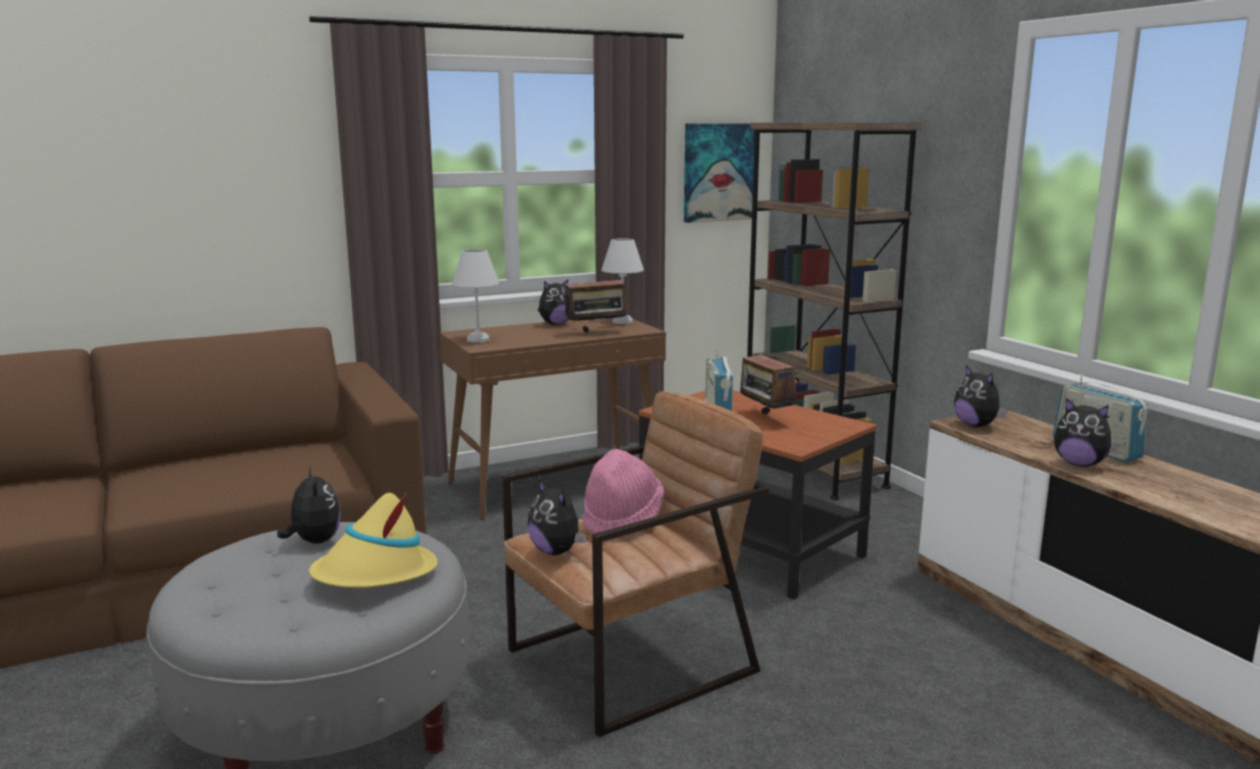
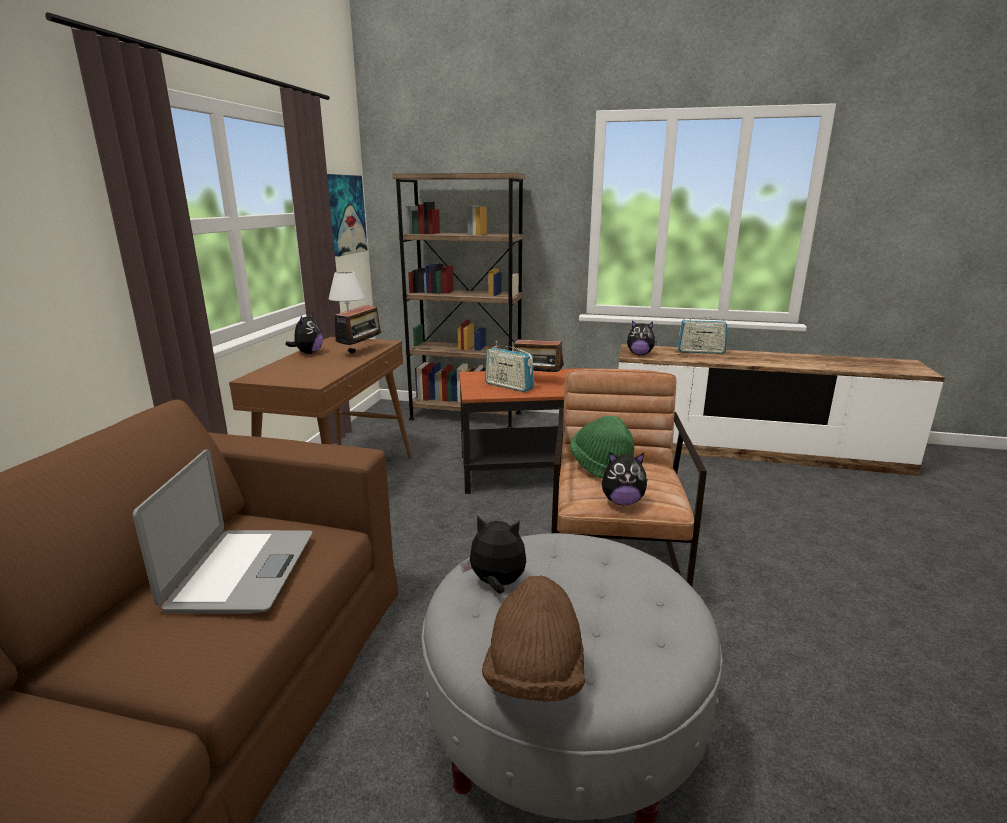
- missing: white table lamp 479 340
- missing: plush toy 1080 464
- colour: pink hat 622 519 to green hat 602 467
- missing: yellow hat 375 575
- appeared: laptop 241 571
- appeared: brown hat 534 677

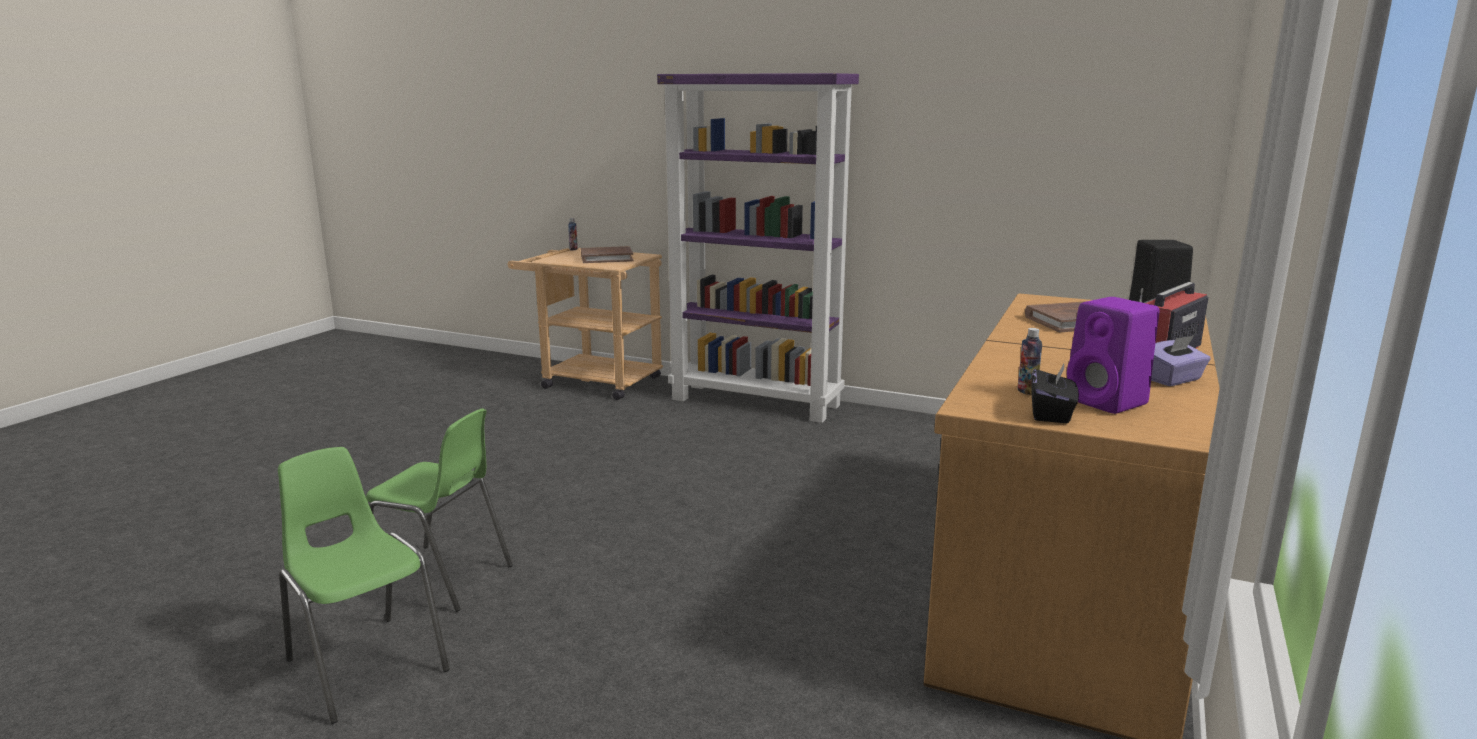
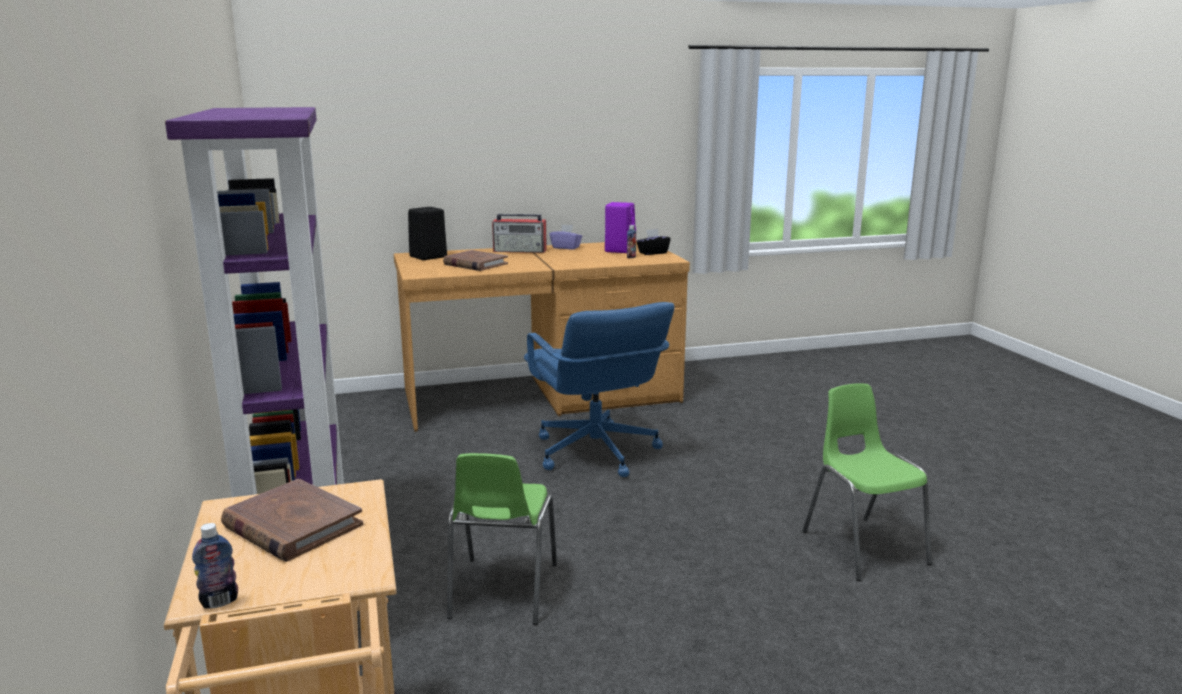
- relocated: green chair 365 665 to 502 591
- appeared: blue office chair 595 453

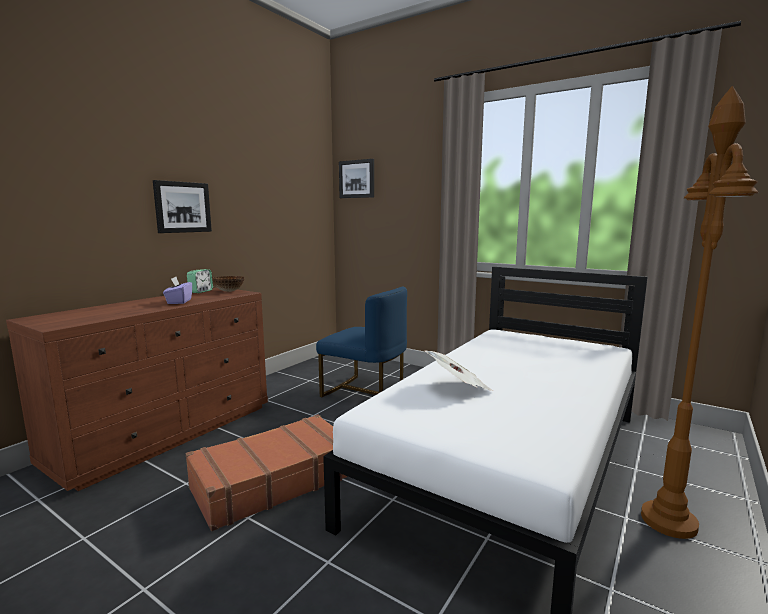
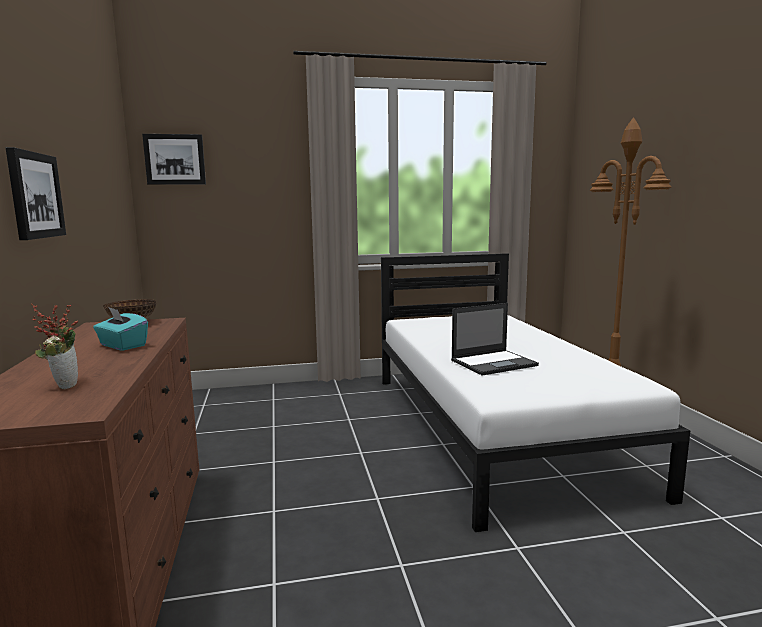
- missing: alarm clock 201 291
- colour: purple tissue box 179 301 to turquoise tissue box 122 346
- missing: blue chair 365 392
- exchanged: newspaper 458 387 to laptop 494 363
- missing: brown suitcase 273 481
- appeared: potted plant 63 385

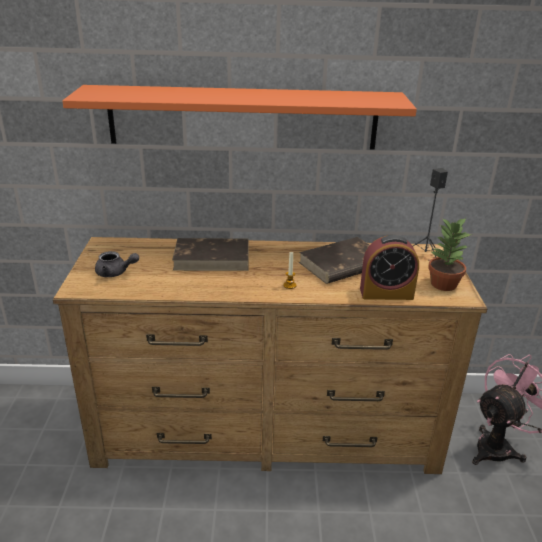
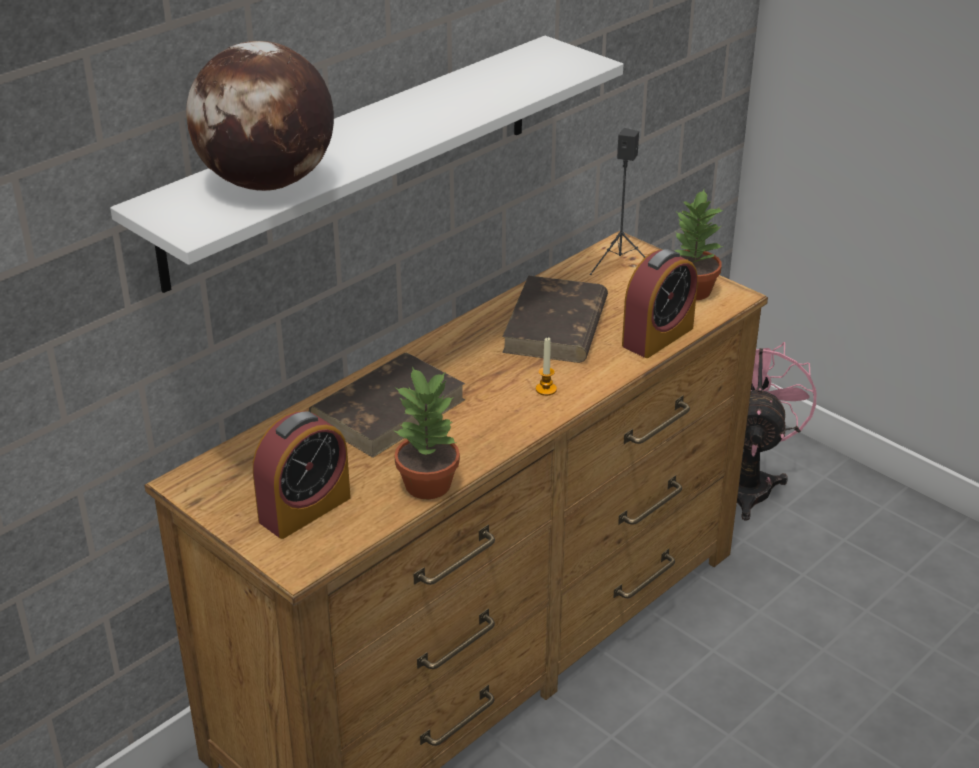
- colour: orange shelf 243 117 to white shelf 354 158
- exchanged: grey teapot 115 273 to alarm clock 304 509
- appeared: globe 267 183
- appeared: potted plant 428 484

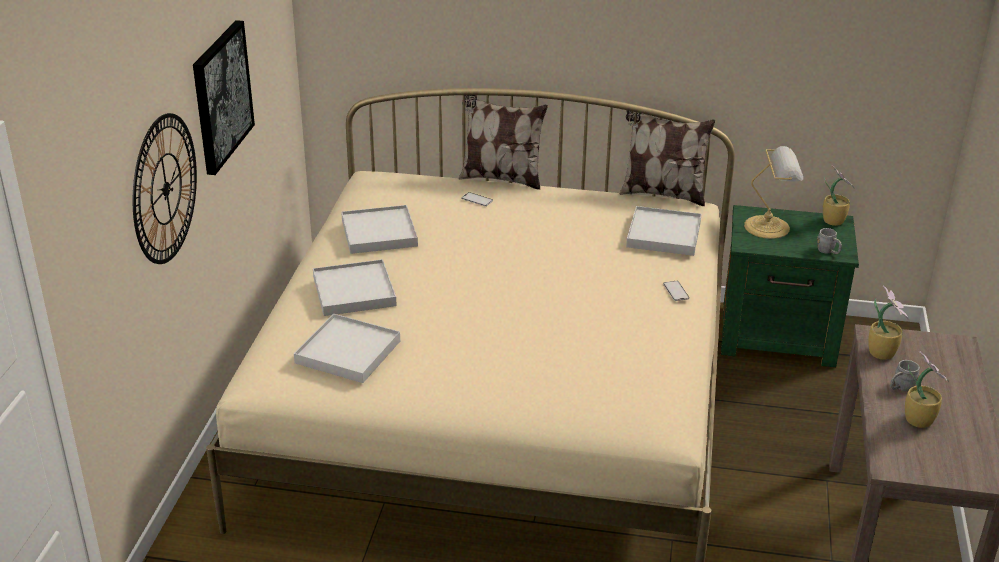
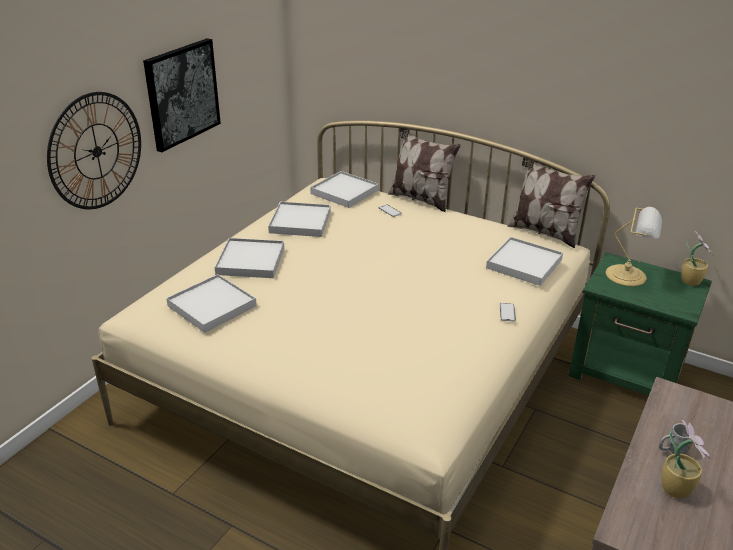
- missing: grey mug 828 251
- missing: potted plant 881 352
- appeared: white tray 345 192

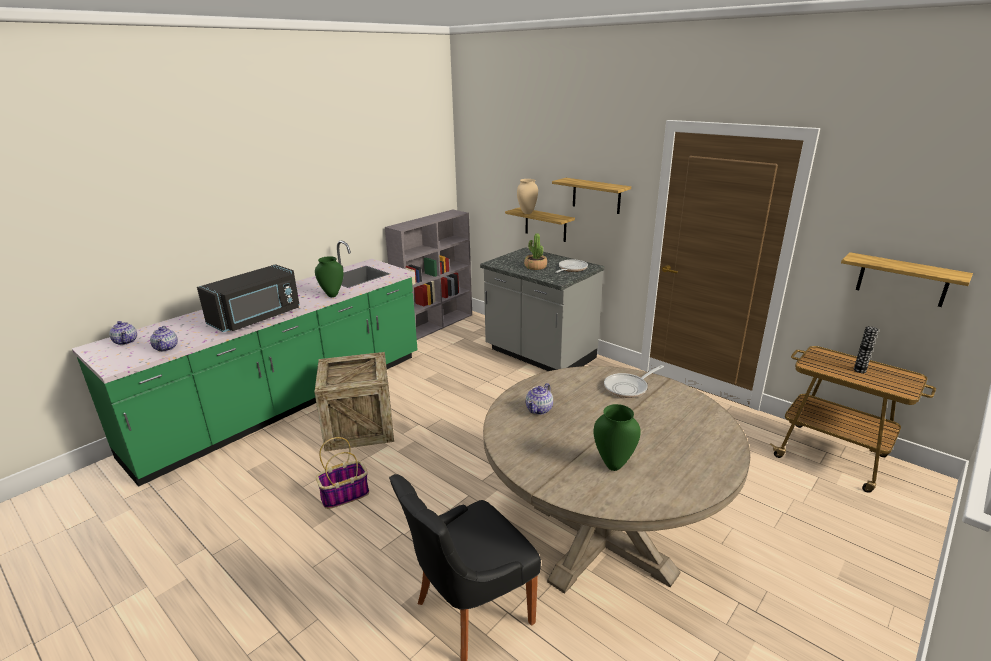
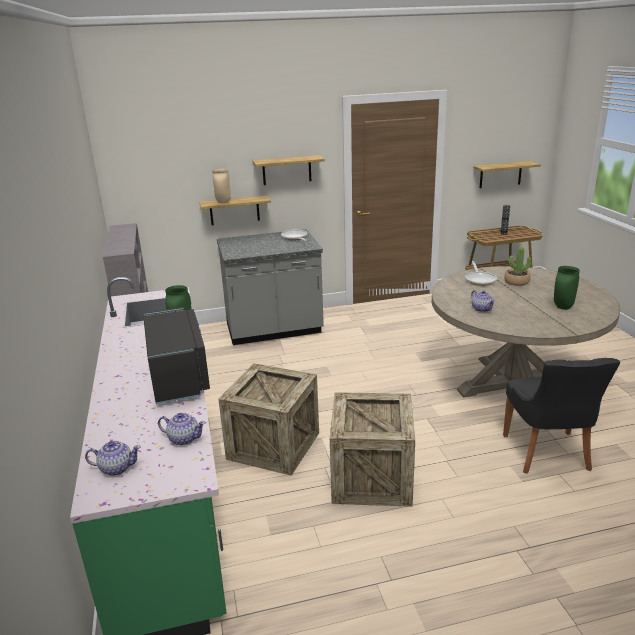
- relocated: potted plant 535 267 to 516 282
- exchanged: basket 345 495 to crate 372 478

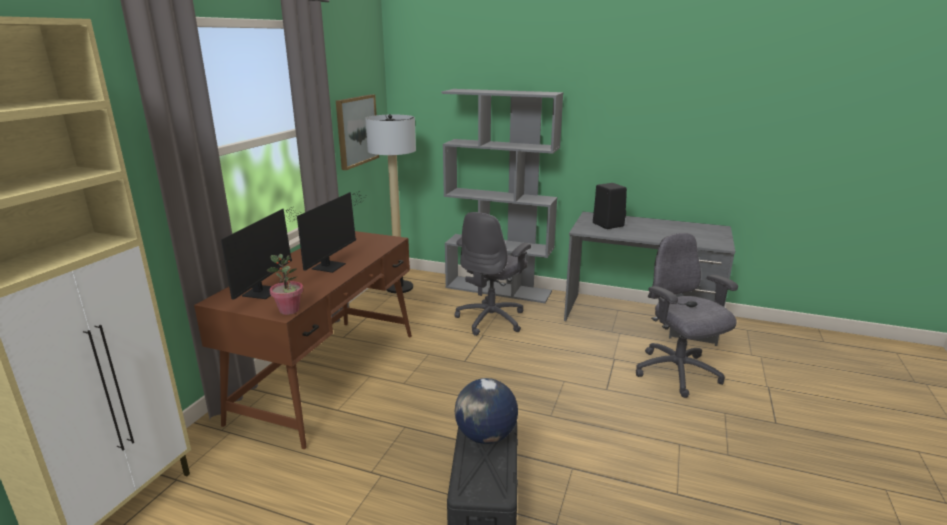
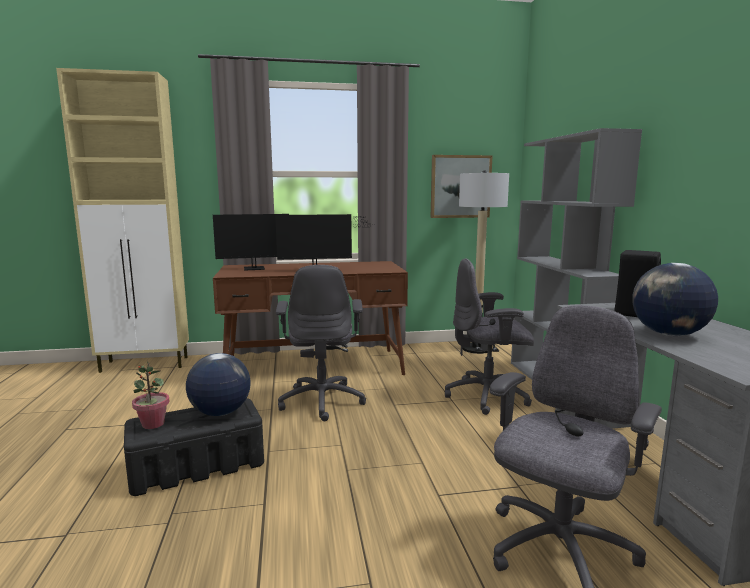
- relocated: potted plant 289 310 to 153 424
- appeared: globe 668 334
- appeared: grey office chair 322 401

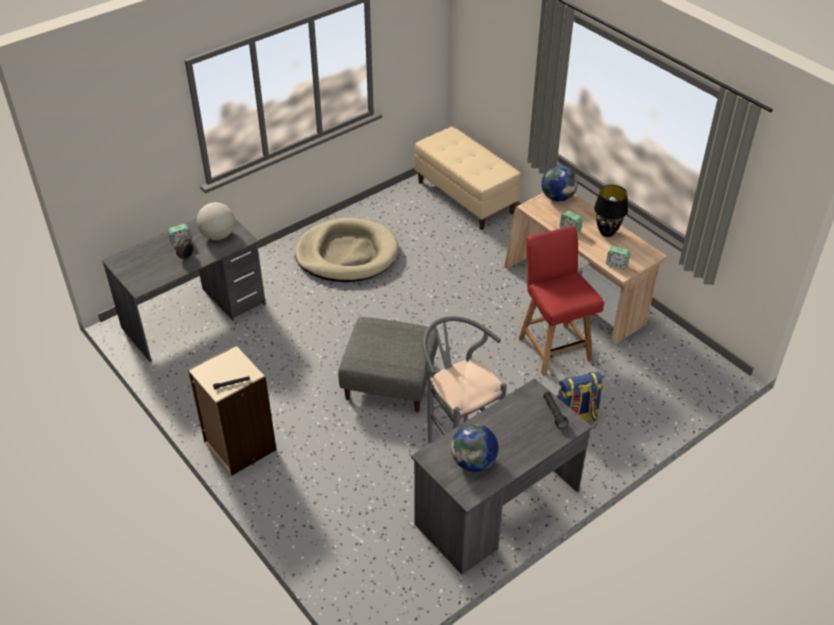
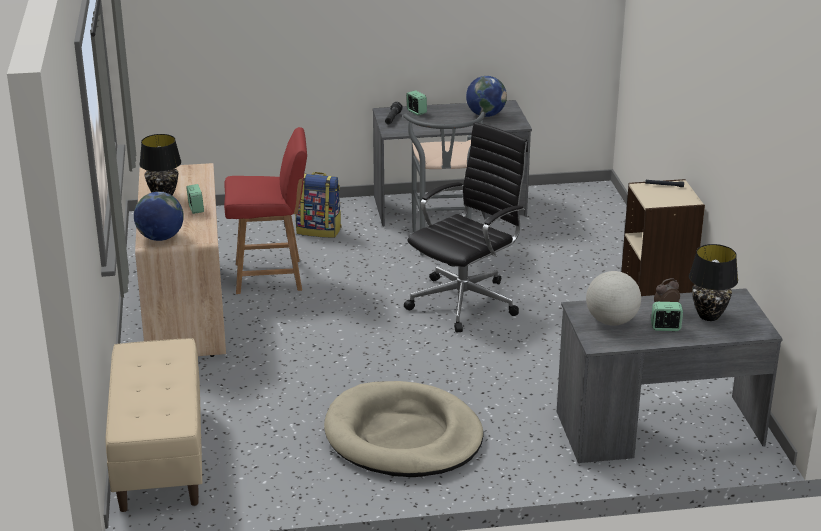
- spun: red chair 554 347 = 271 276 105 degrees counterclockwise
- relocated: alarm clock 616 264 to 416 112
- exchanged: grey ottoman 389 381 to black office chair 466 301
- appeared: black table lamp 708 316

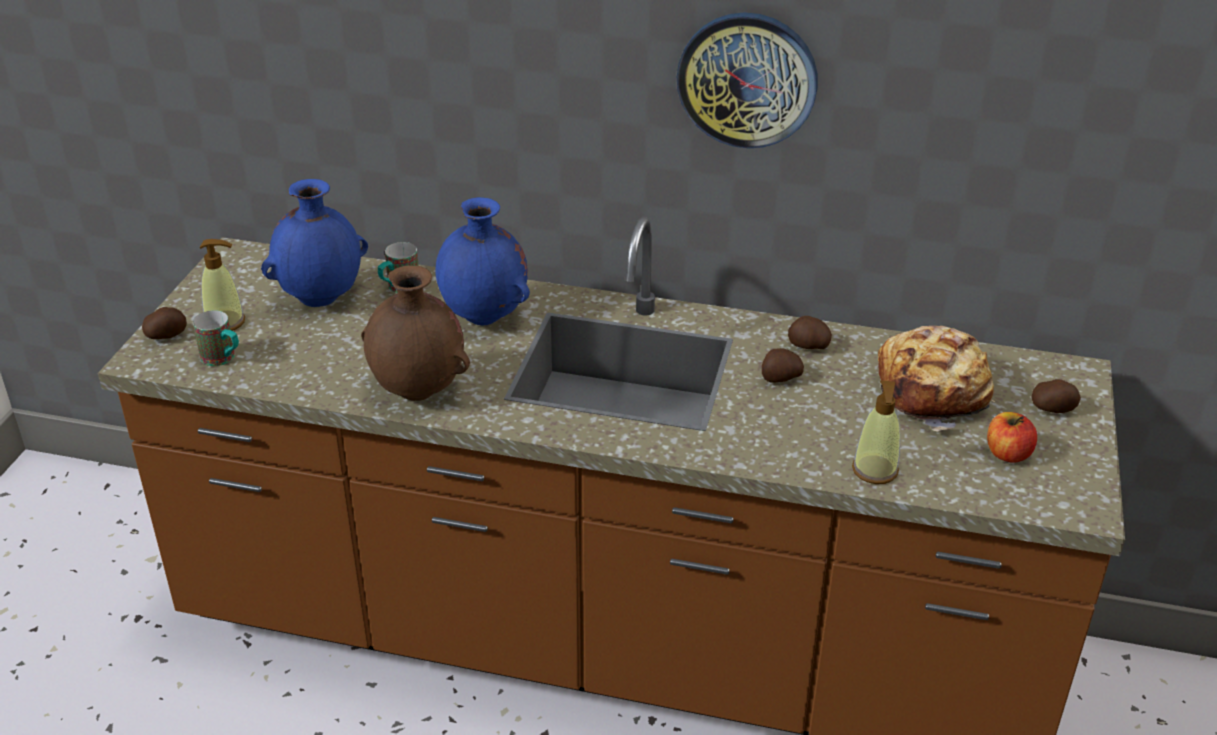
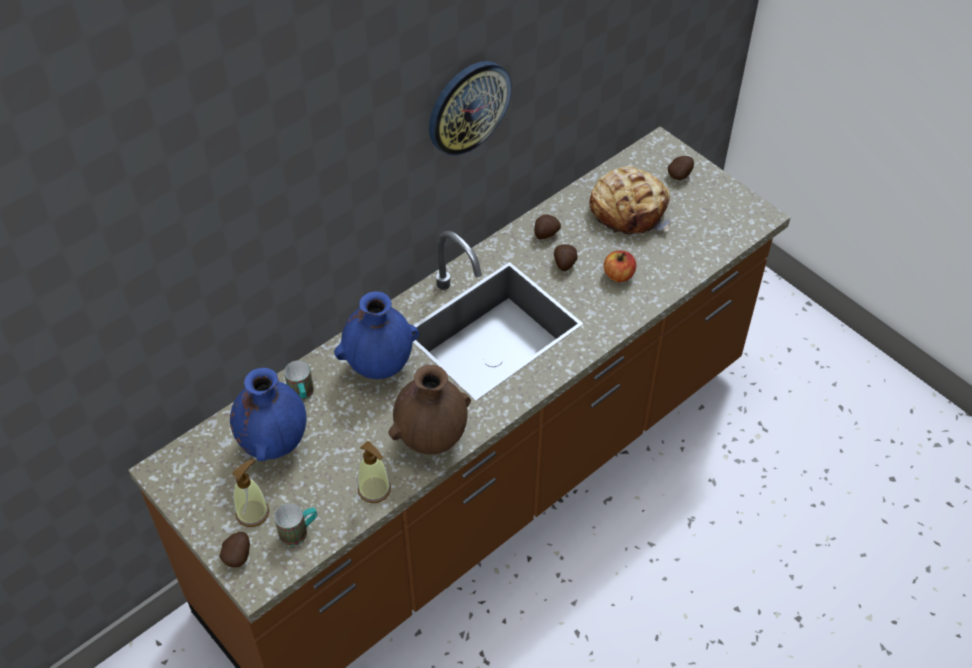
- relocated: soap dispenser 875 470 to 374 489
- relocated: apple 1007 453 to 618 275

